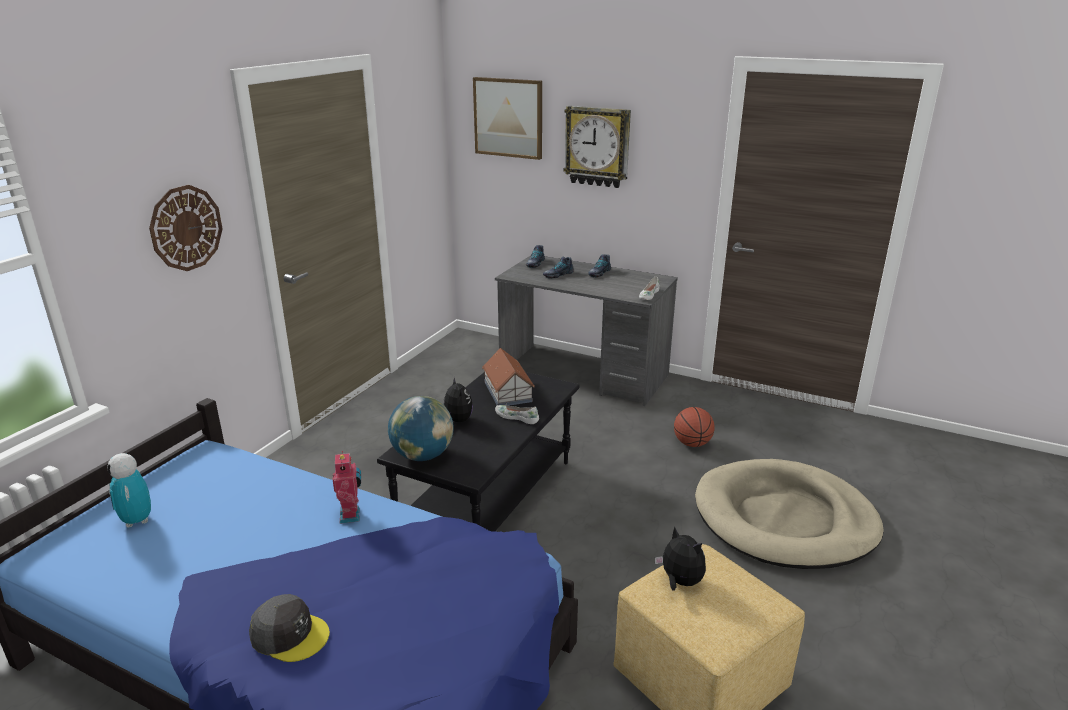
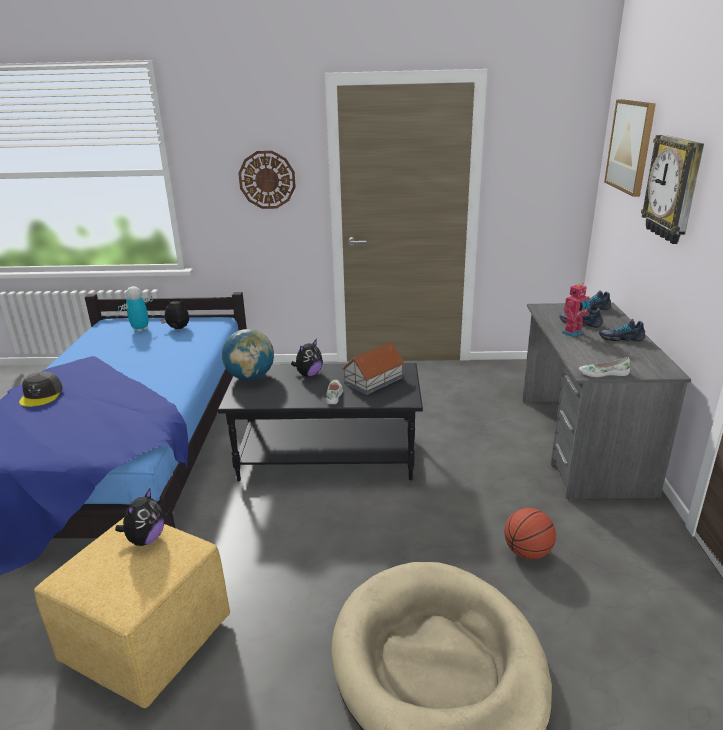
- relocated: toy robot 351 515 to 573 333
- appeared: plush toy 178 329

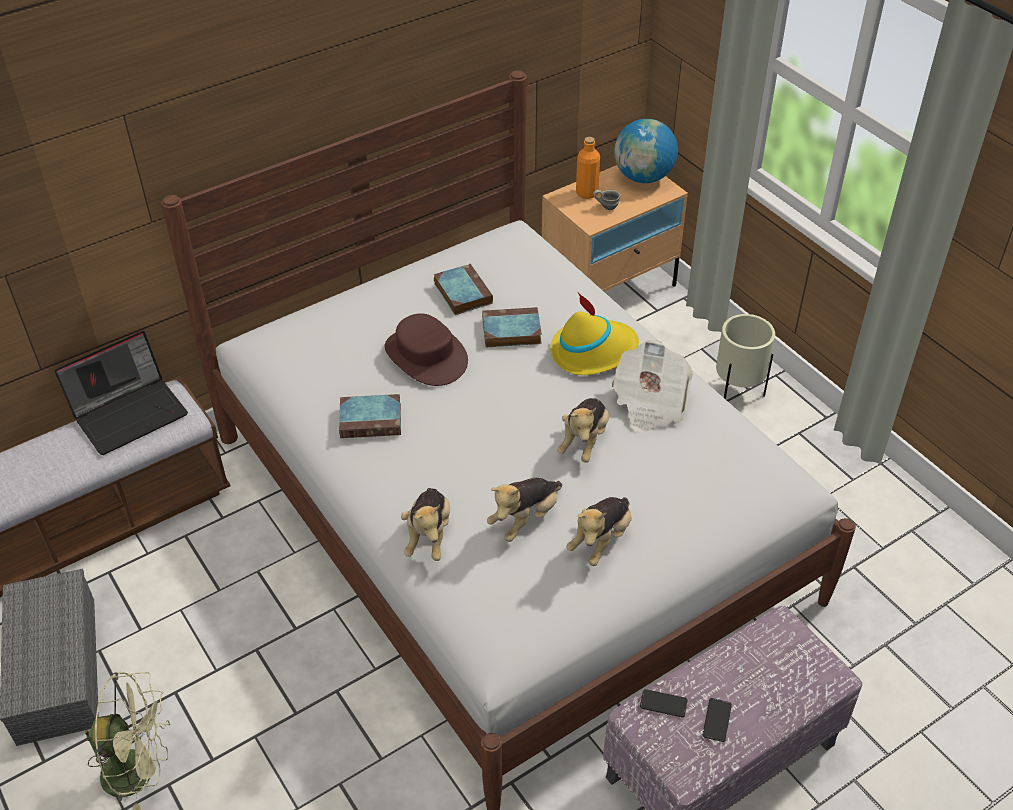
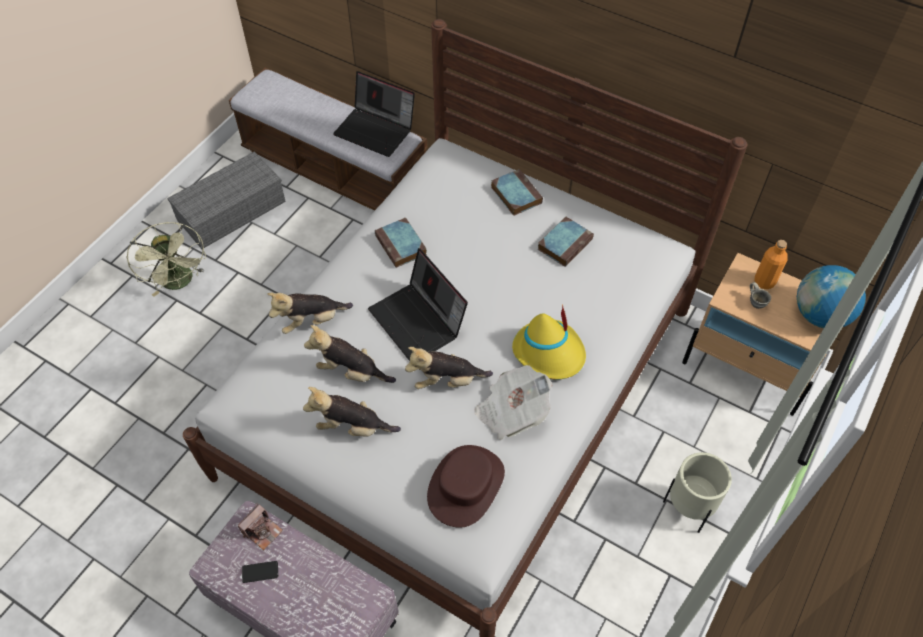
- relocated: book 510 332 to 515 194
- relocated: brown hat 425 356 to 465 485
- exchanged: phone 663 704 to photo camera 262 531
- appeared: laptop 419 322

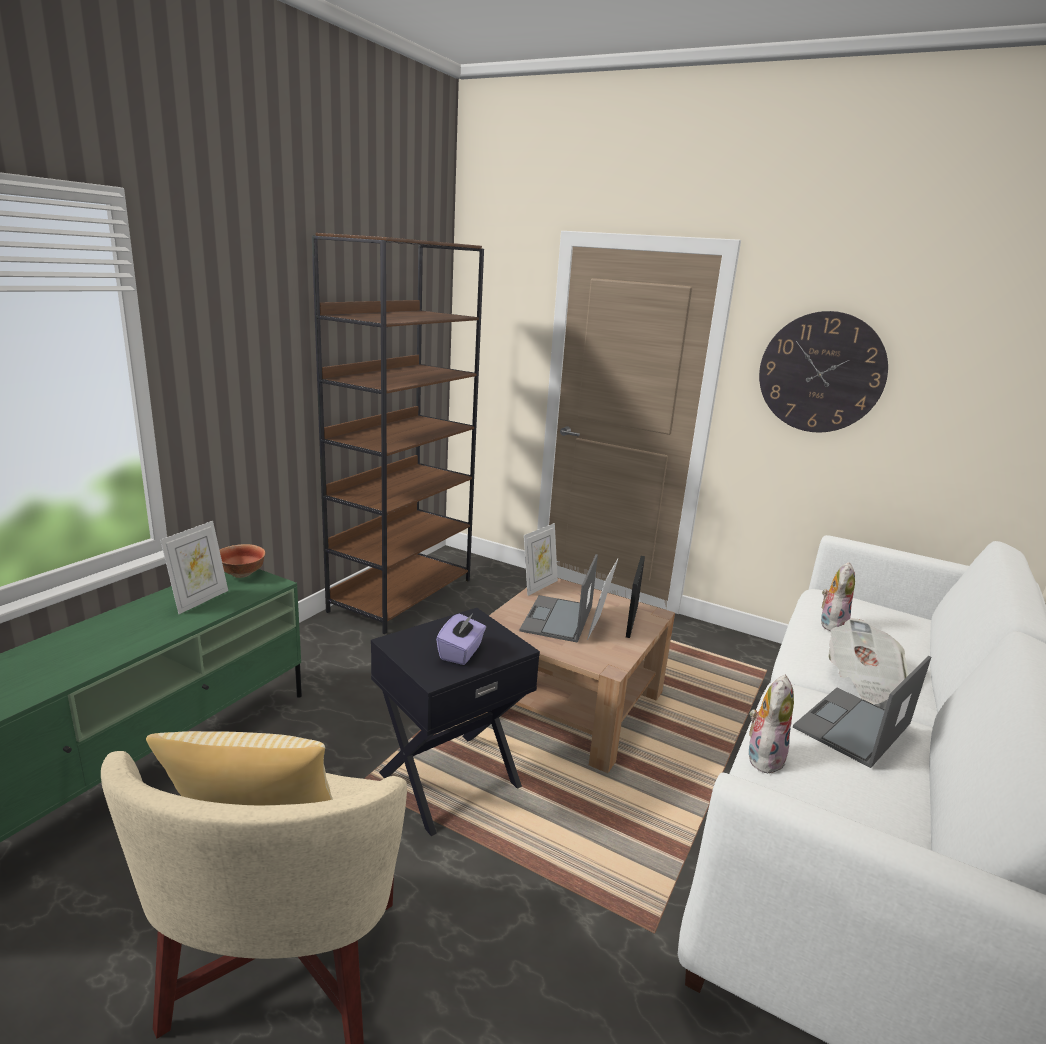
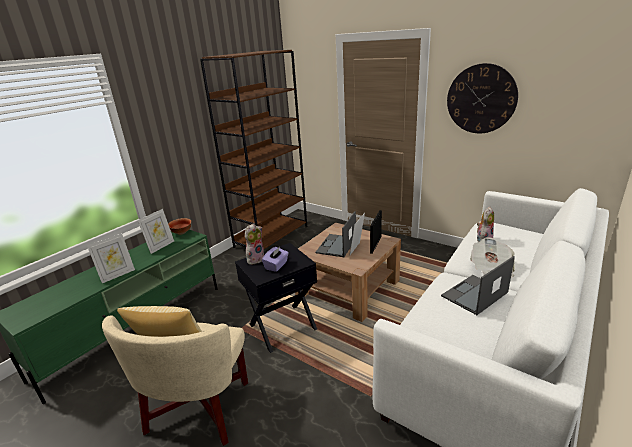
- relocated: picture frame 539 586 to 117 275
- relocated: plush toy 763 756 to 255 259

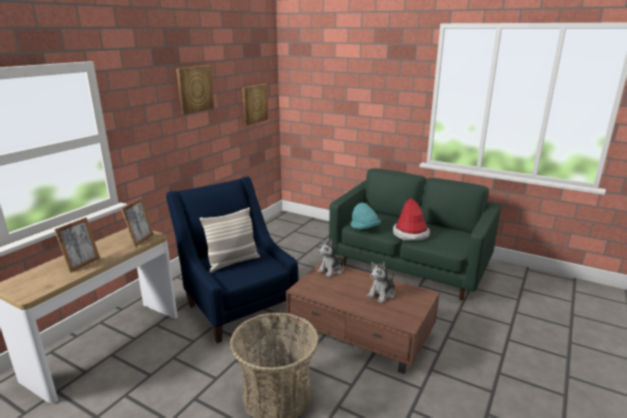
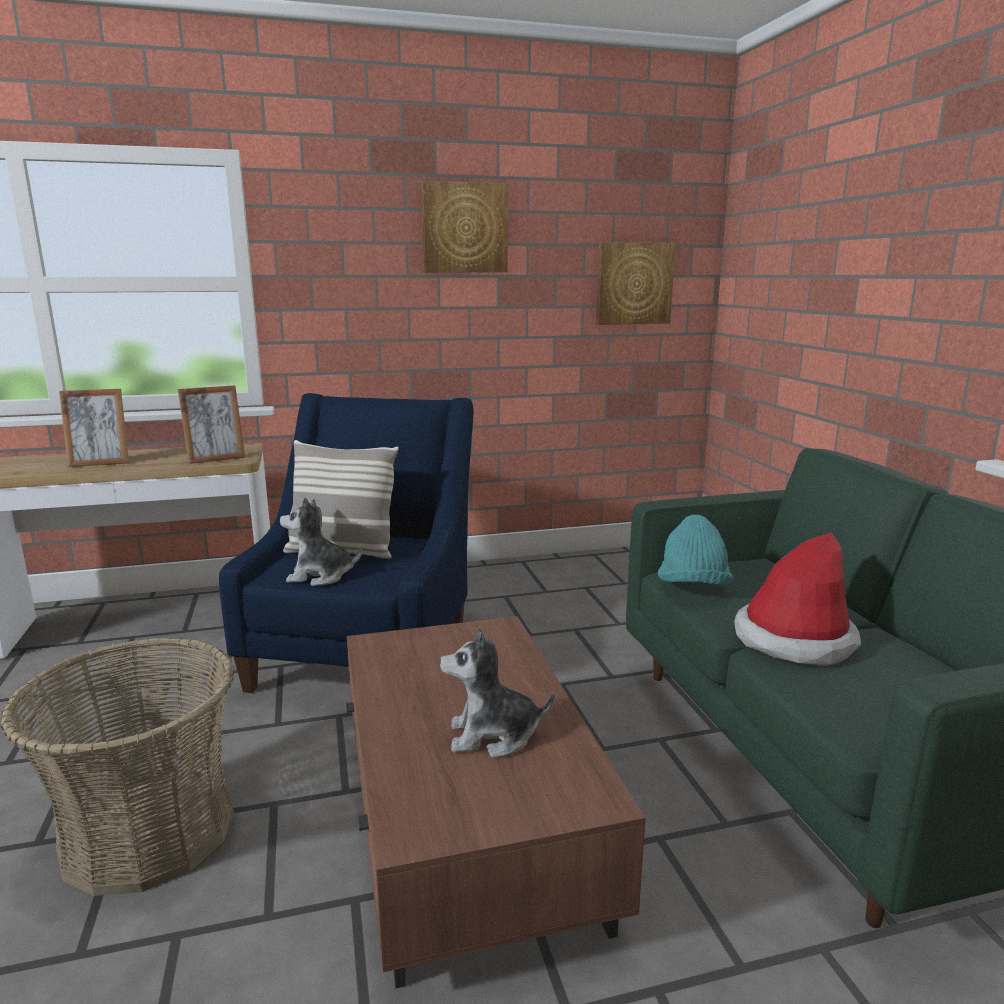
- relocated: plush toy 331 270 to 320 576

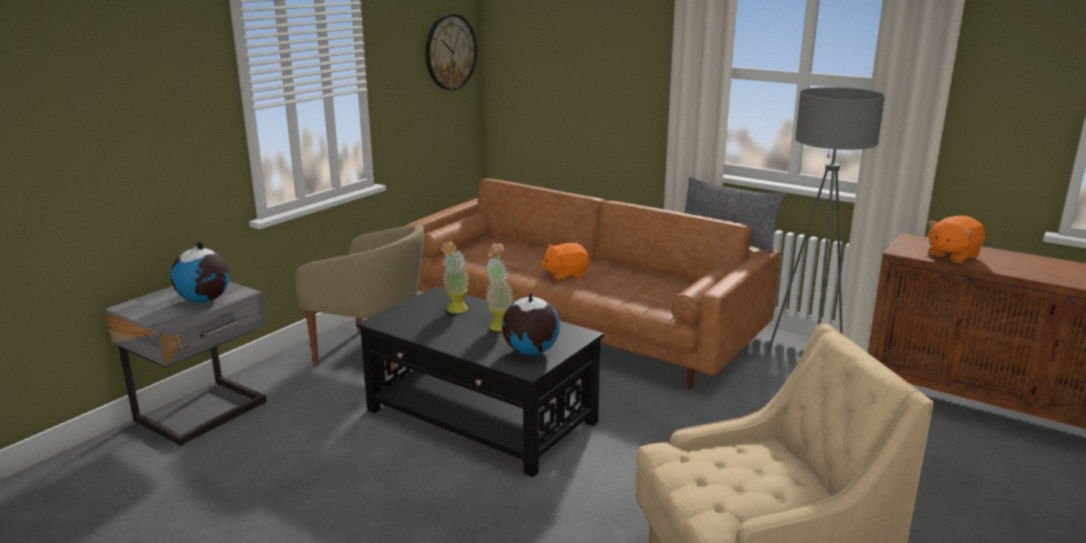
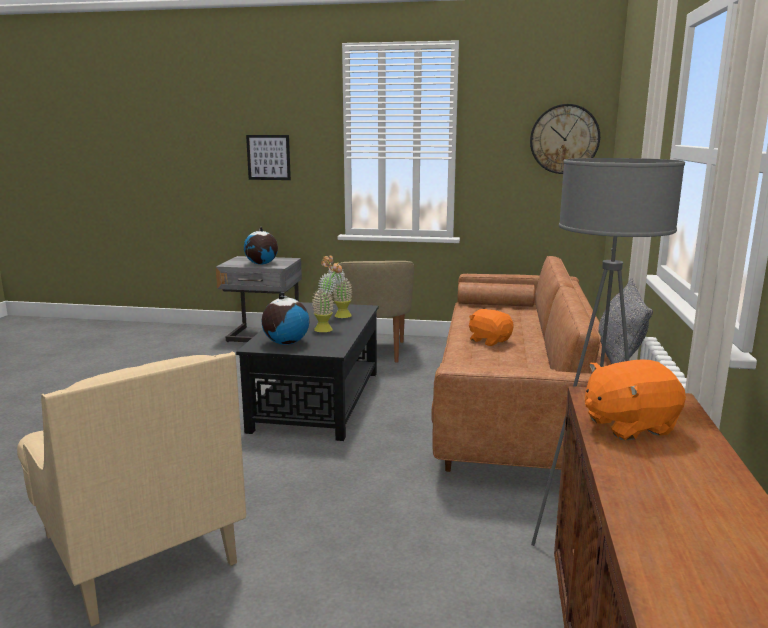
- spun: orange plush toy 952 256 = 628 425 45 degrees counterclockwise
- appeared: picture 268 157

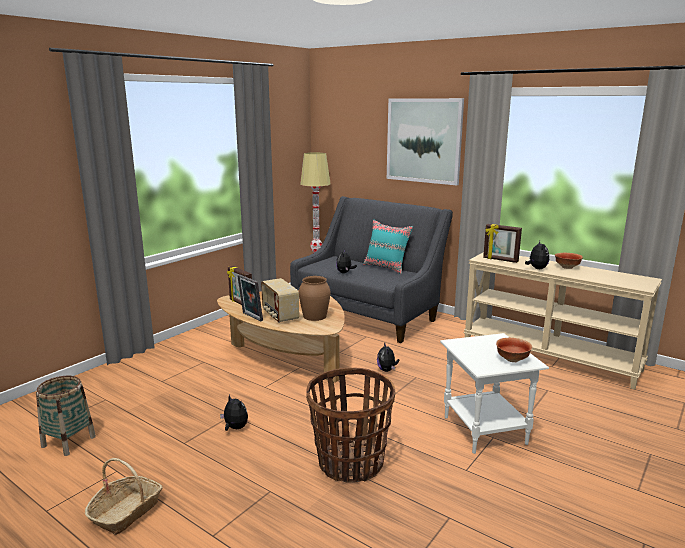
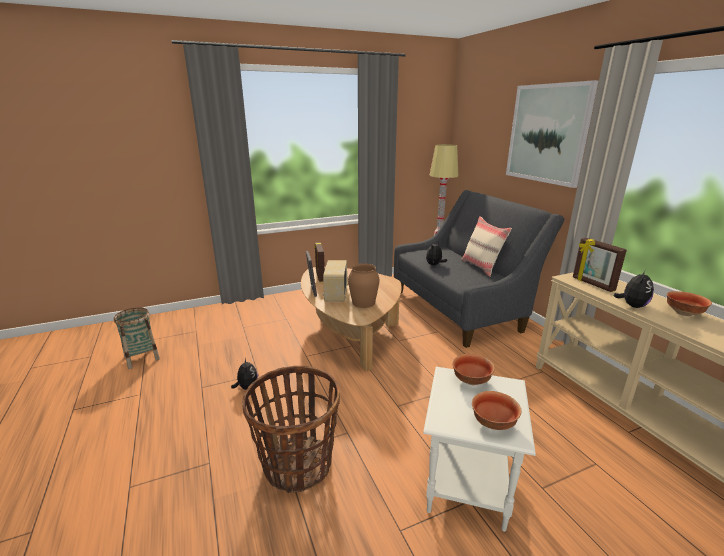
- colour: turquoise pillow 386 267 to beige pillow 481 267
- missing: plush toy 387 370
- missing: basket 126 511
- appeared: bowl 471 381

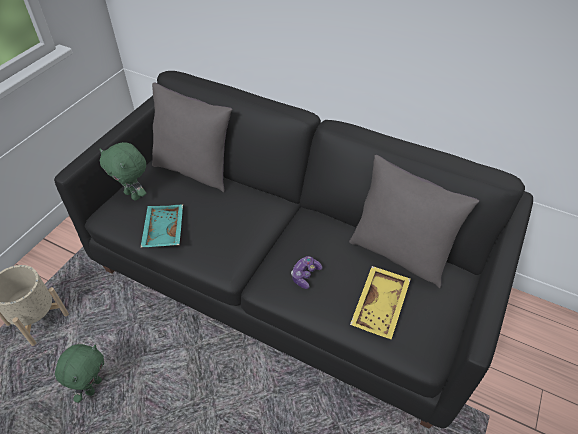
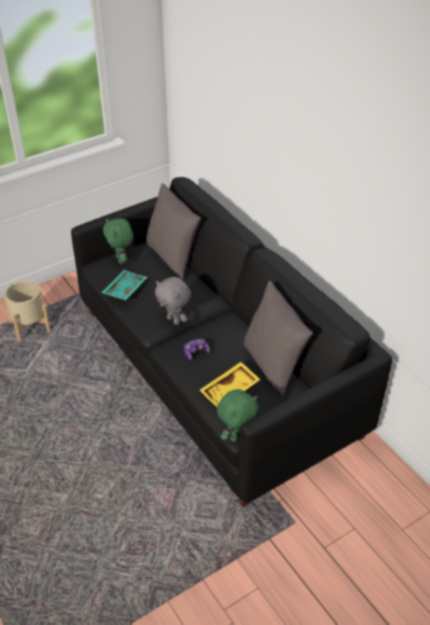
- relocated: green plush toy 93 386 to 237 435
- appeared: grey plush toy 174 320

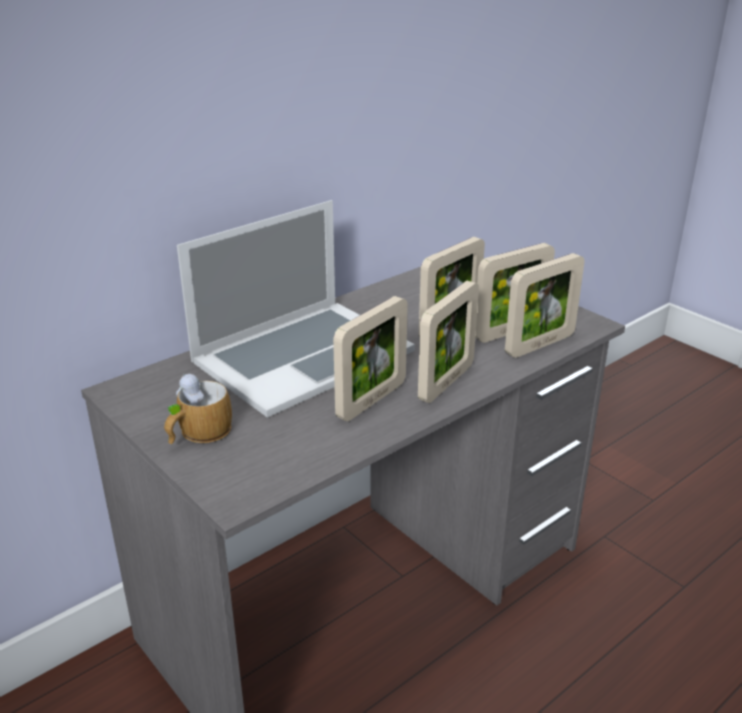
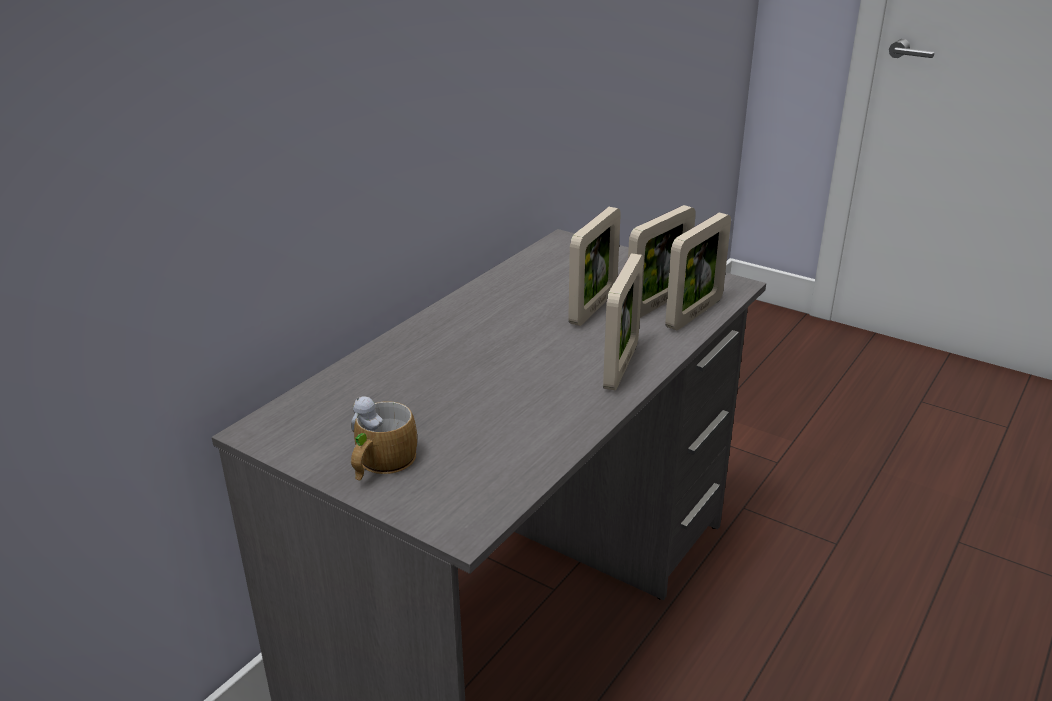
- missing: laptop 302 355
- missing: picture frame 371 400

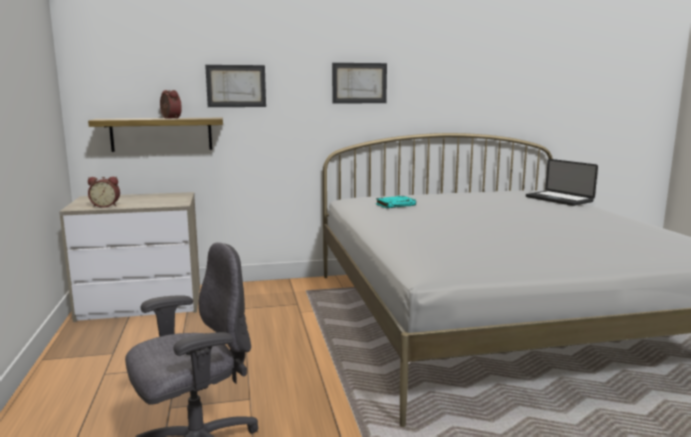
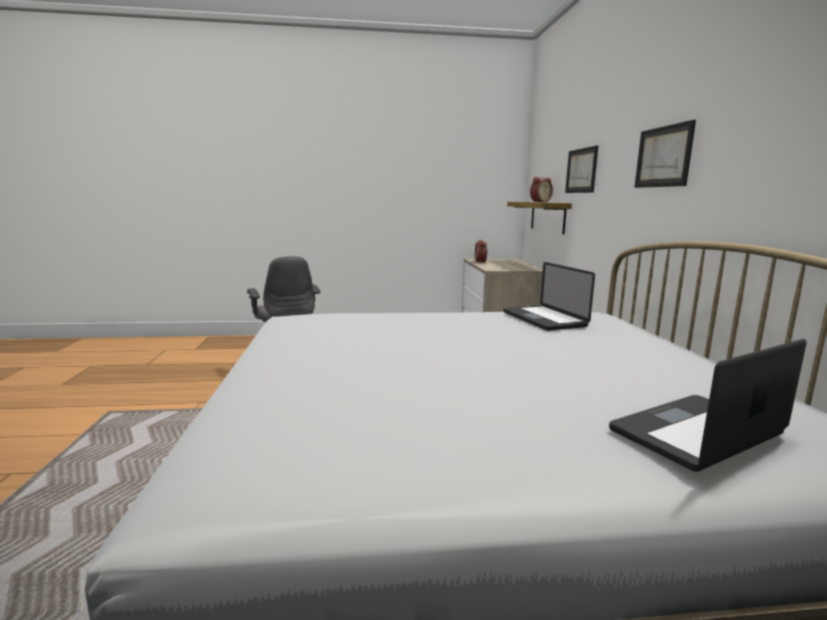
- exchanged: turquoise book 395 205 to laptop 543 319

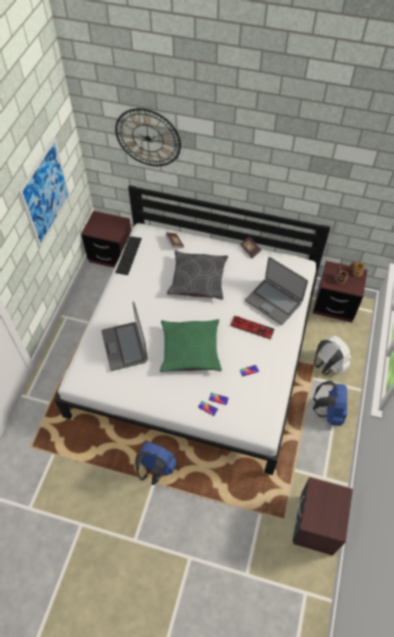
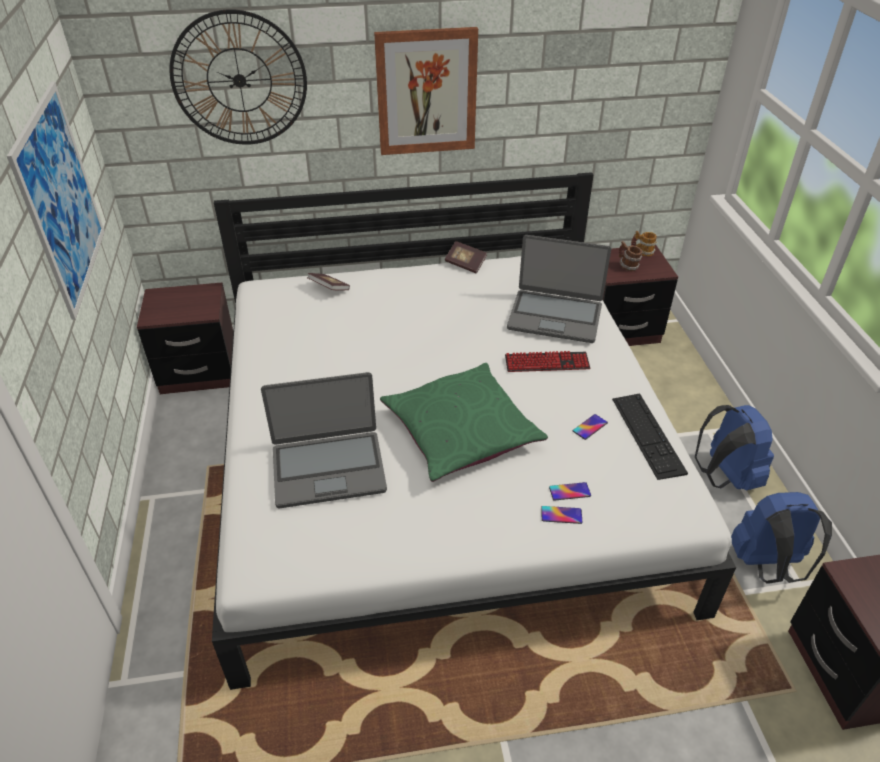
- relocated: keyboard 128 255 to 647 435
- missing: grey pillow 198 279
- spun: laptop 125 346 = 328 468 60 degrees counterclockwise
- missing: white backpack 327 366
- relocated: blue backpack 156 469 to 767 565
- appeared: picture 426 92

